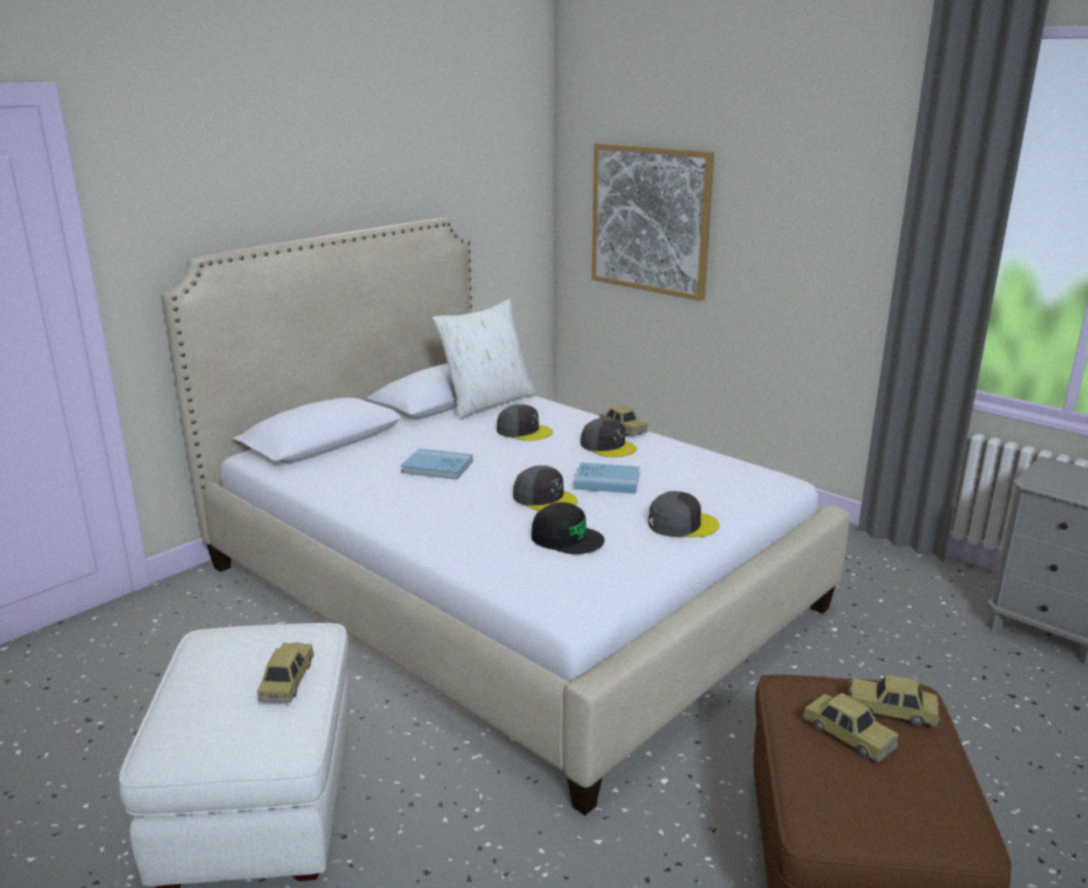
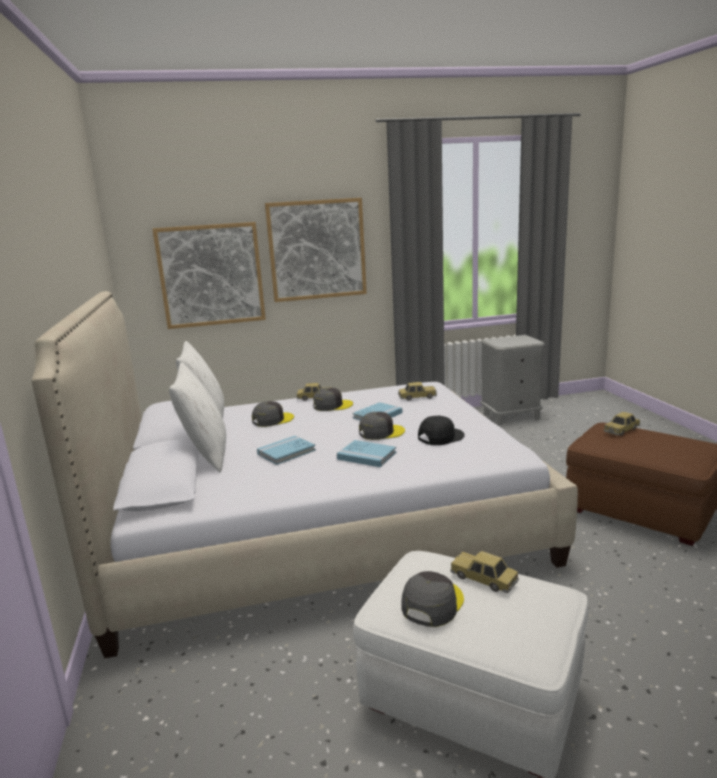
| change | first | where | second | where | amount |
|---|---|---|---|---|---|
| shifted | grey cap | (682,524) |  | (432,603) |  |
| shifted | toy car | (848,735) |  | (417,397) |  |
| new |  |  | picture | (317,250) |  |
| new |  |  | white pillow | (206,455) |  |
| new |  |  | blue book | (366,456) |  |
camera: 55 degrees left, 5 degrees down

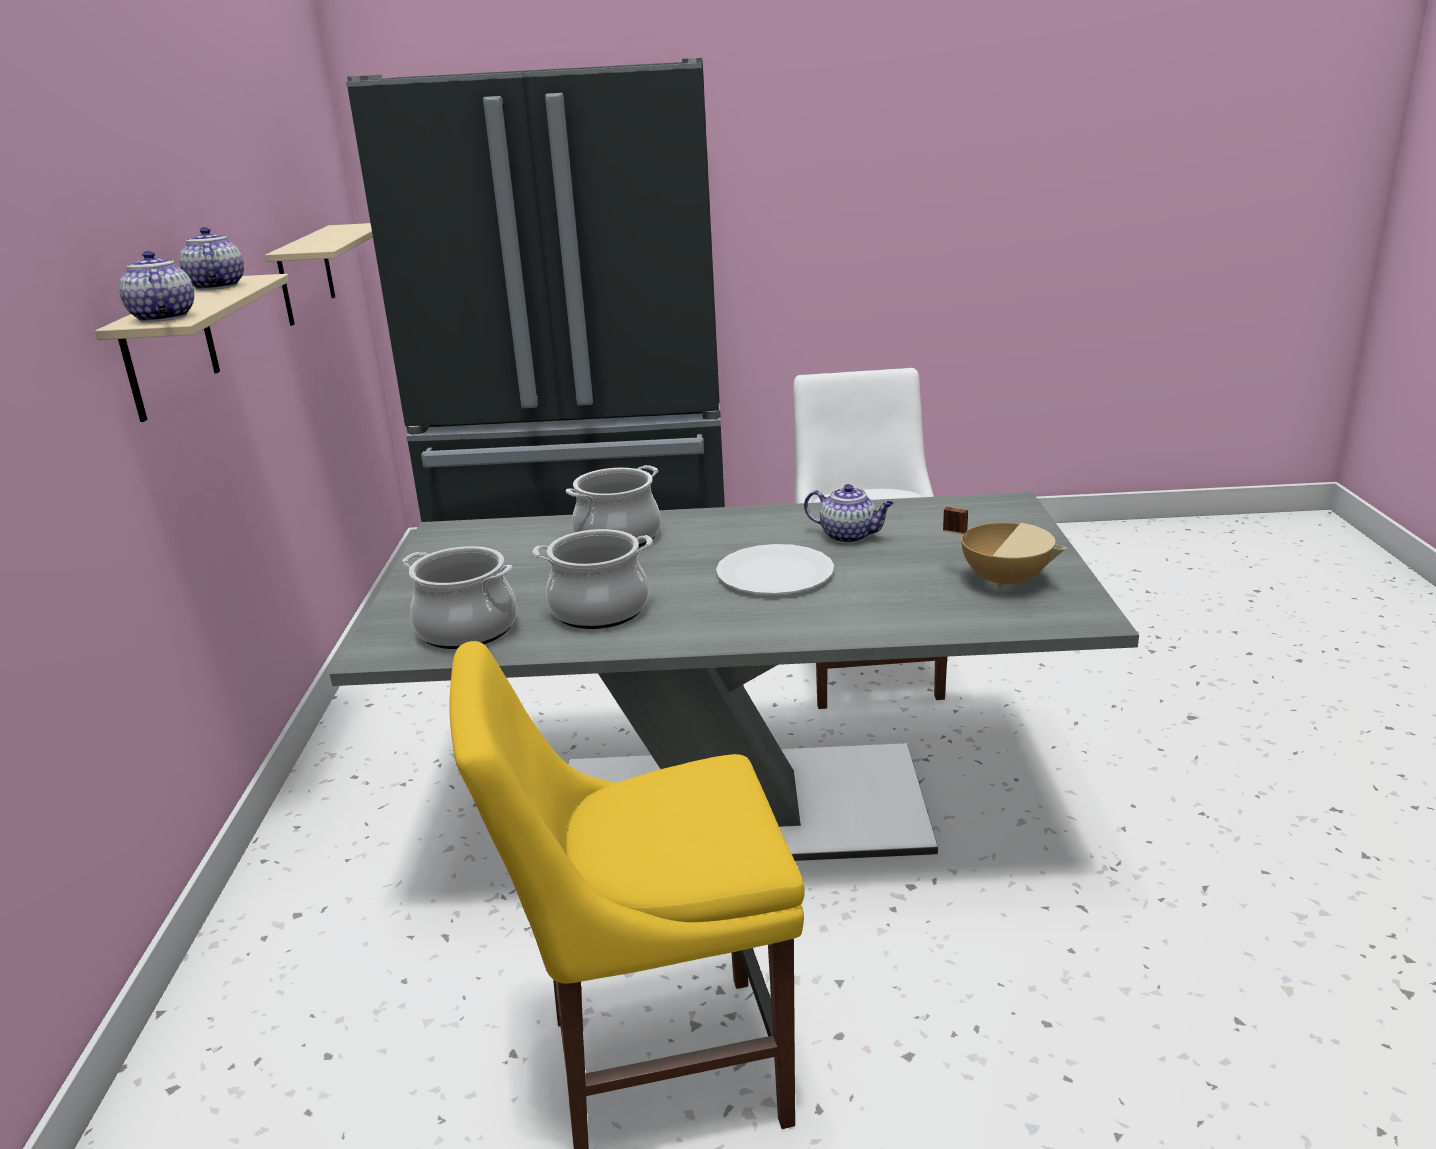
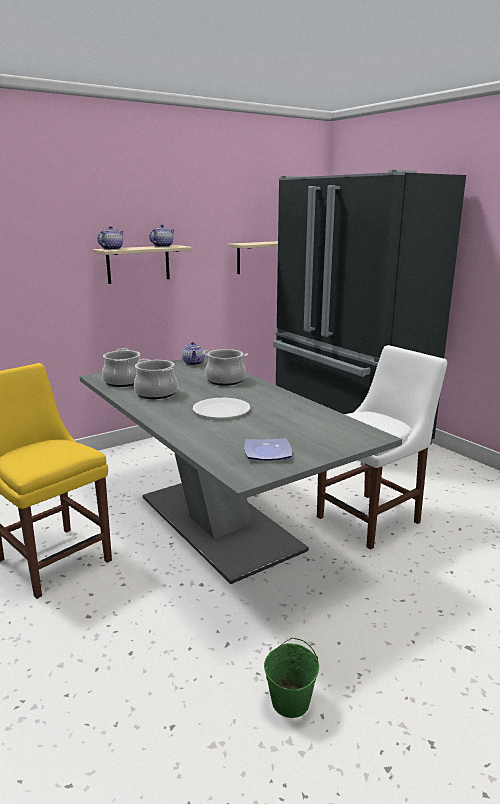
| change | first | where | second | where | amount |
|---|---|---|---|---|---|
| shifted | teapot | (849,536) |  | (194,363) |  |
| swapped | beige cooking pot | (1004,580) | plate | (268,452) |  |
| new |  |  | green bucket | (290,701) |  |
camera: 55 degrees right, 5 degrees down

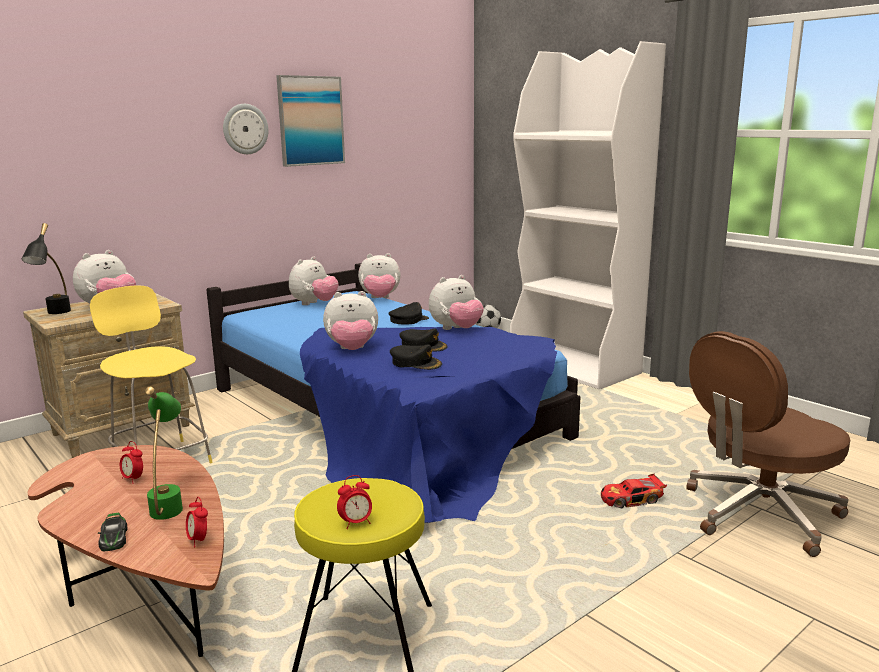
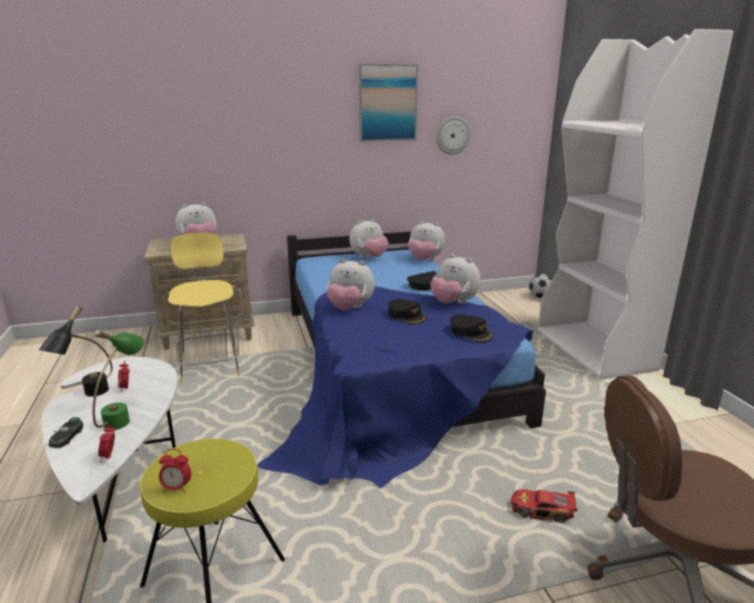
| change | first | where | second | where | amount |
|---|---|---|---|---|---|
| shifted | wall clock | (245,129) |  | (452,135) |  |
| shifted | black table lamp | (55,314) |  | (88,396) |  |
| rotated | plush toy | (456,329) |  | (453,303) | 45 degrees clockwise |
| shifted | black cap | (416,363) |  | (471,332) |  |
| repainted | brown coffee table | (148,584) | white coffee table | (123,467) |  |
camera: 25 degrees right, 5 degrees up

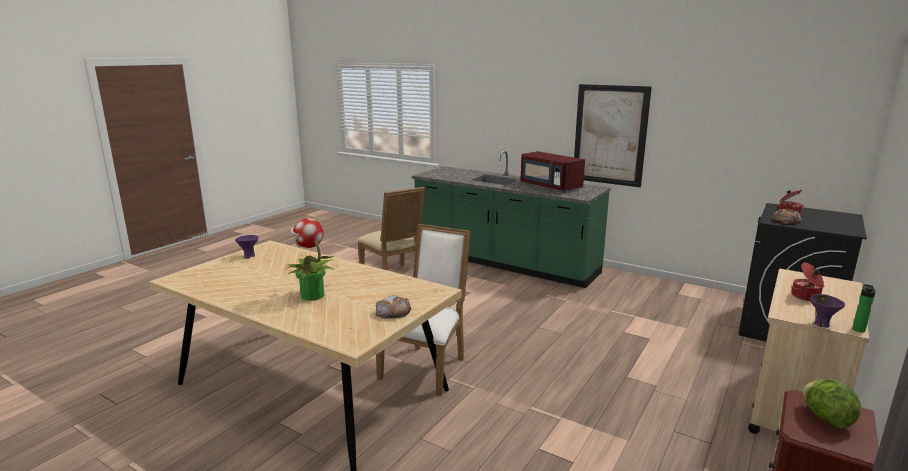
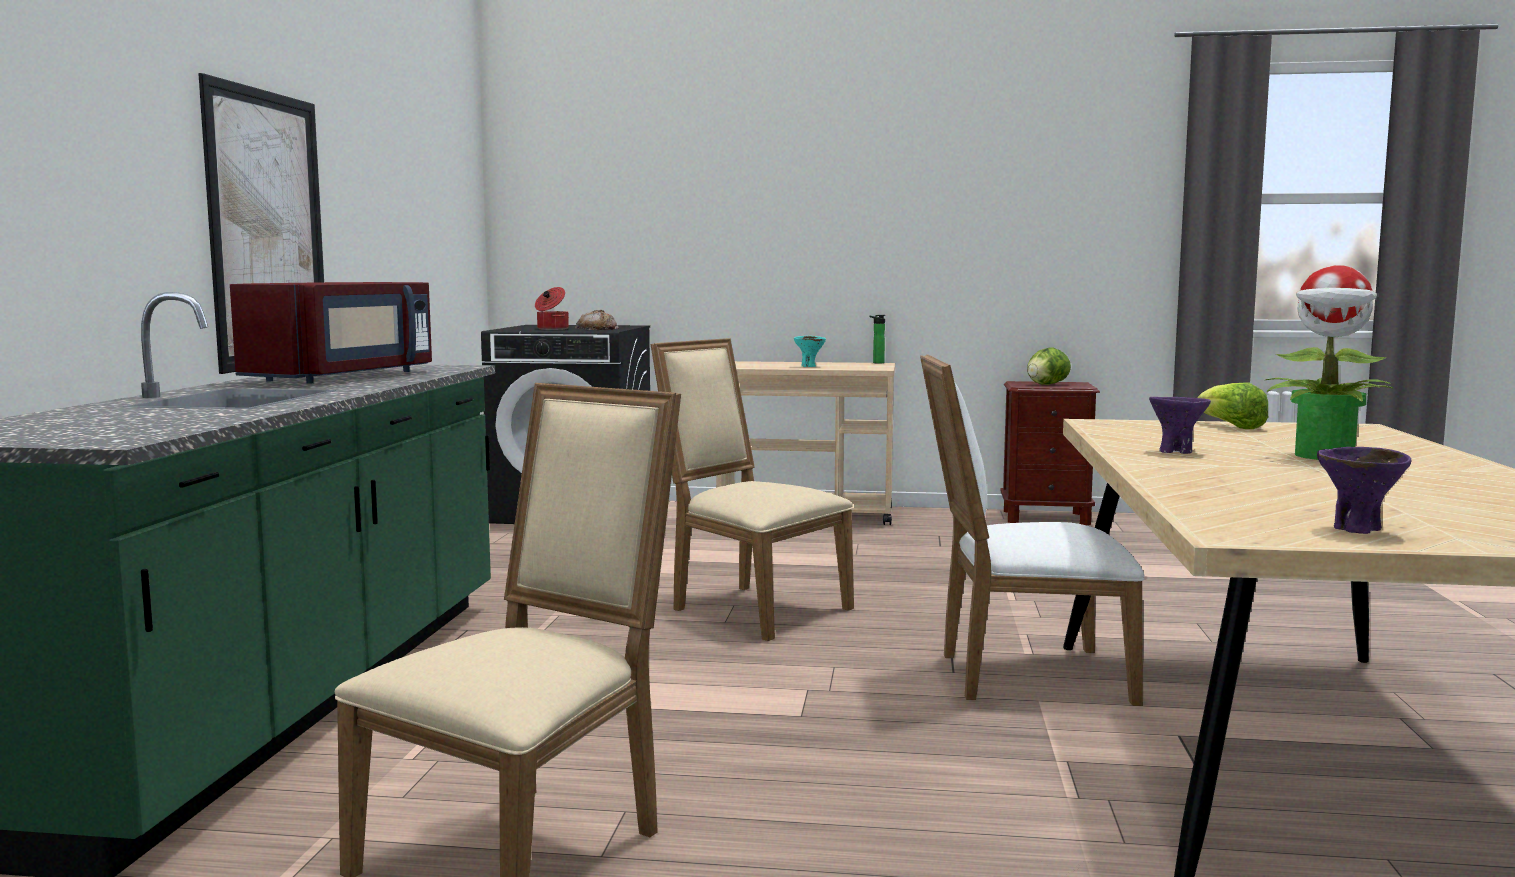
| change | first | where | second | where | amount |
|---|---|---|---|---|---|
| swapped | cooking pot | (806,297) | turquoise bowl | (809,366) |  |
| shifted | purple bowl | (821,324) |  | (1175,451) |  |
| swapped | bread | (393,312) | lettuce | (1231,427) |  |
| new |  |  | beige chair | (751,608) |  |
camera: 115 degrees left, 10 degrees down

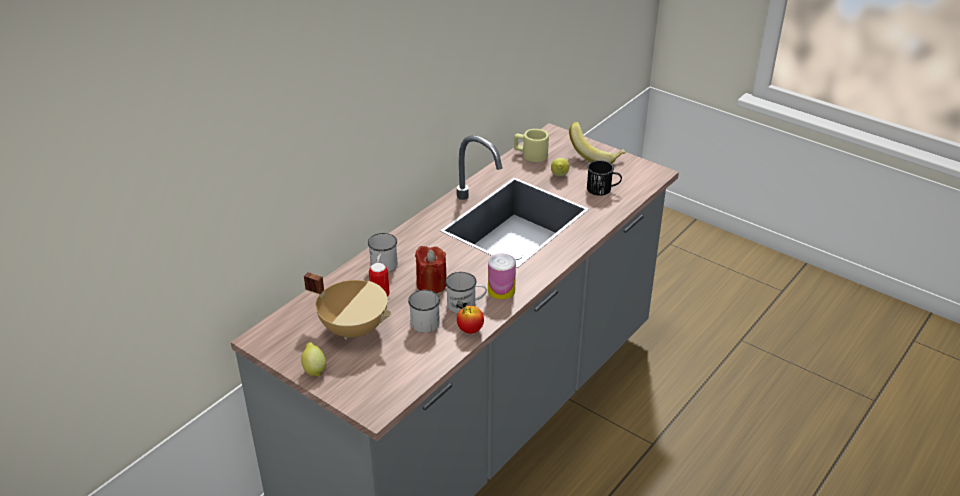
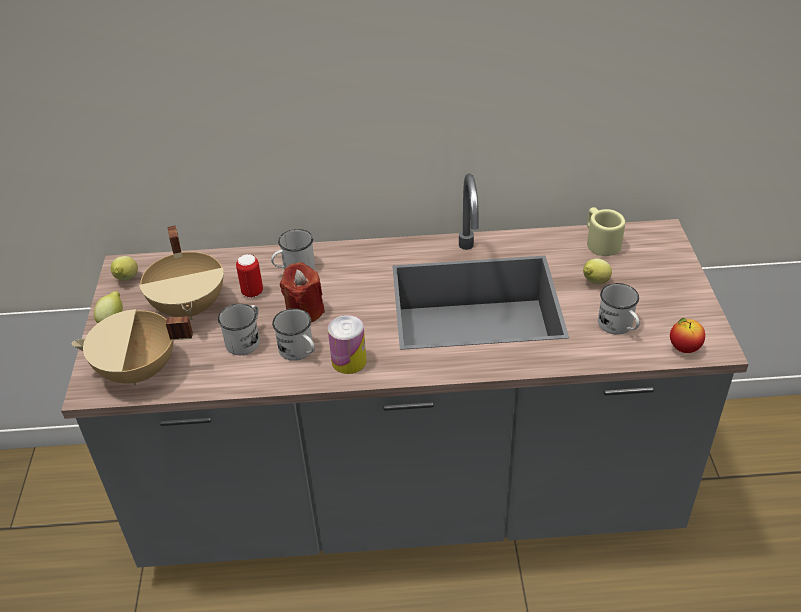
| change | first | where | second | where | amount |
|---|---|---|---|---|---|
| gone | banana | (596,155) |  |  |  |
| repainted | black mug | (603,189) | white mug | (618,327) |  |
| shifted | apple | (470,330) |  | (684,348) |  |
| new |  |  | lemon | (126,280) |  |
| new |  |  | beige cooking pot | (139,372) |  |
camera: 50 degrees right, 5 degrees up

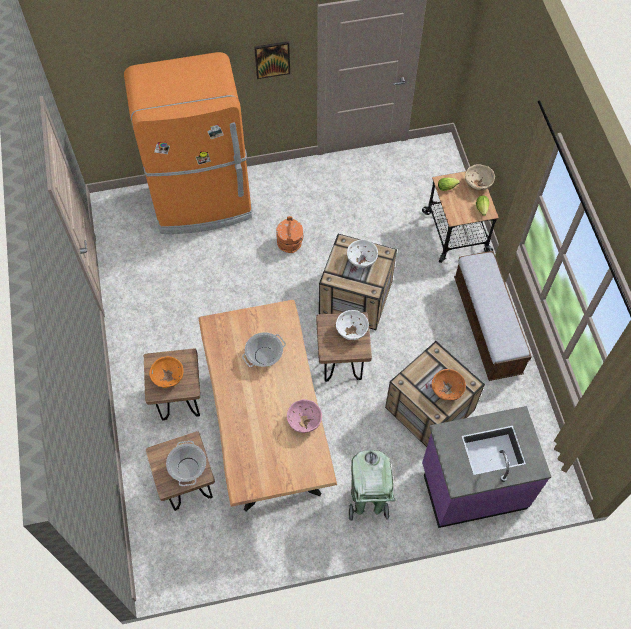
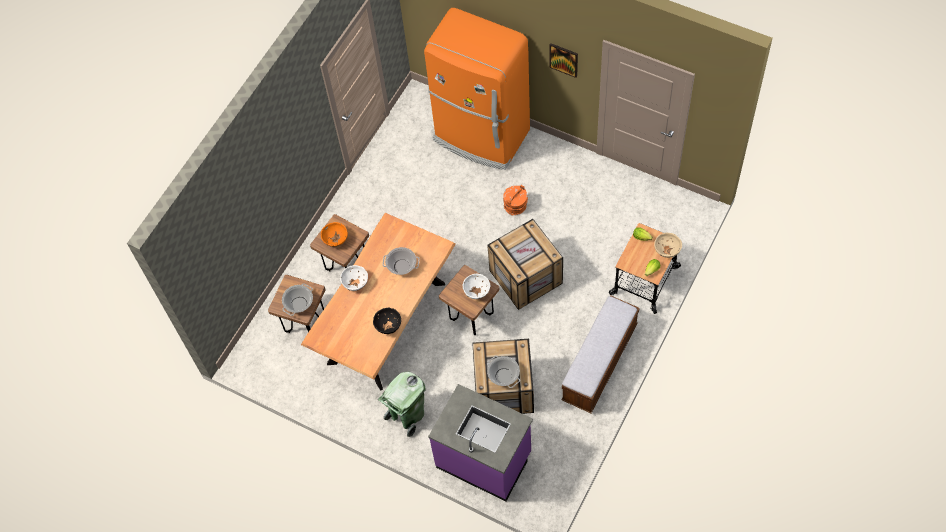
| change | first | where | second | where | amount |
|---|---|---|---|---|---|
| shifted | white bowl | (361,260) |  | (355,283) |  |
| swapped | orange bowl | (446,390) | cooking pot | (503,376) |  |
| repainted | pink bowl | (304,421) | black bowl | (388,326) |  |
camera: 45 degrees right, 0 degrees up

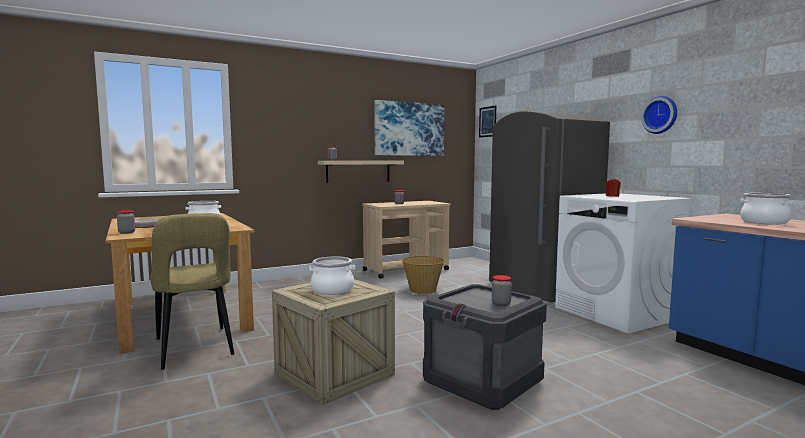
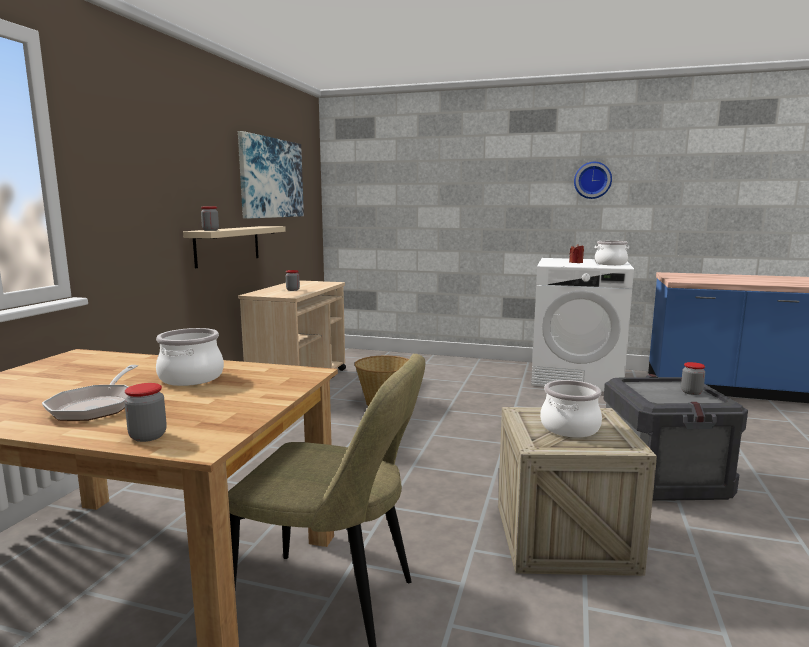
| change | first | where | second | where | amount |
|---|---|---|---|---|---|
| gone | picture | (487,121) |  |  |  |
| gone | grey fridge | (541,288) |  |  |  |
| shifted | cooking pot | (764,222) |  | (610,264) |  |
camera: 45 degrees left, 5 degrees up

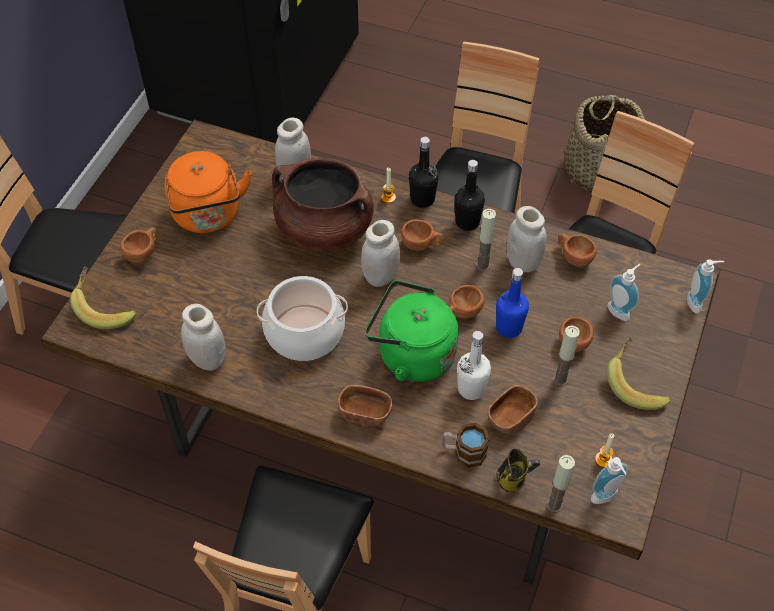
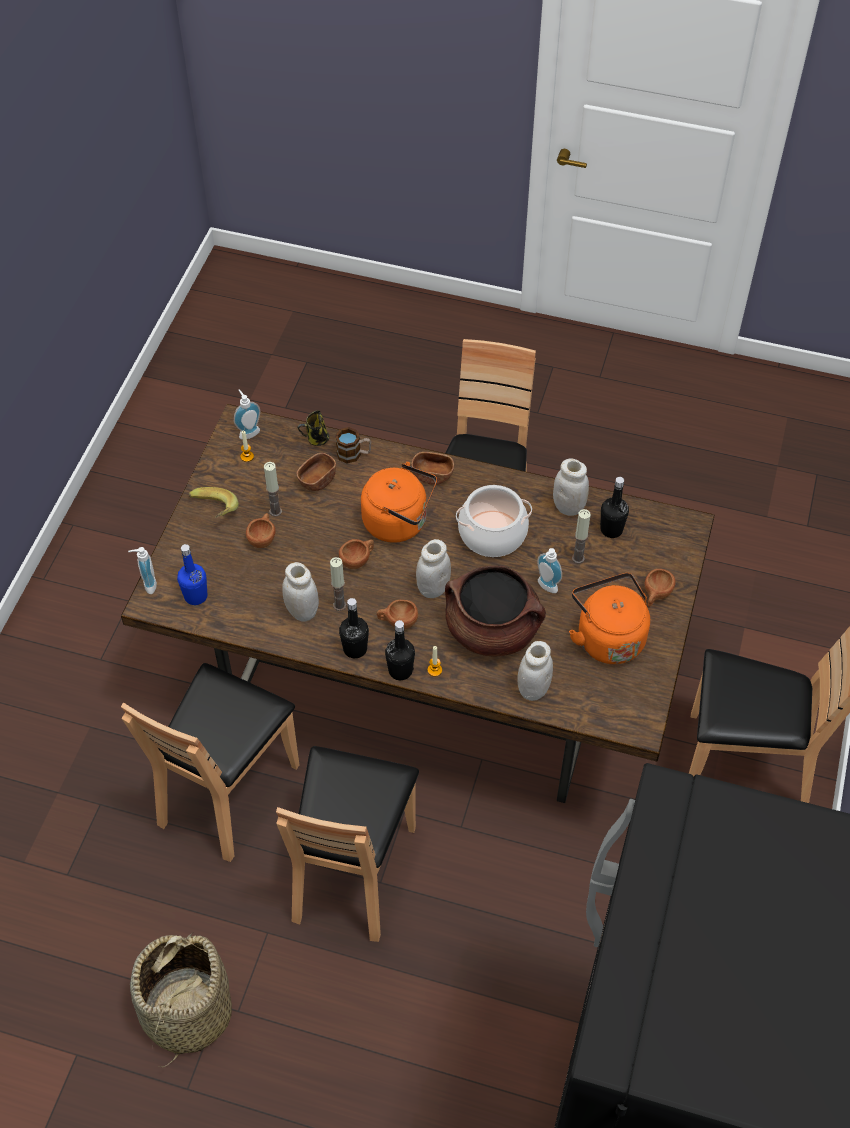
| change | first | where | second | where | amount |
|---|---|---|---|---|---|
| gone | brown cup | (573,257) |  |  |  |
| shifted | soap dispenser | (620,310) |  | (545,587) |  |
| gone | banana | (105,307) |  |  |  |
| shifted | blue bottle | (509,327) |  | (196,596) |  |
| repainted | green kettle | (411,354) | orange kettle | (399,522) |  |
| gone | white bottle | (471,389) |  |  |  |
| shifted | candle | (554,505) |  | (578,558) |  |
| new |  |  | black bottle | (611,529) |  |
camera: 175 degrees right, 0 degrees up

